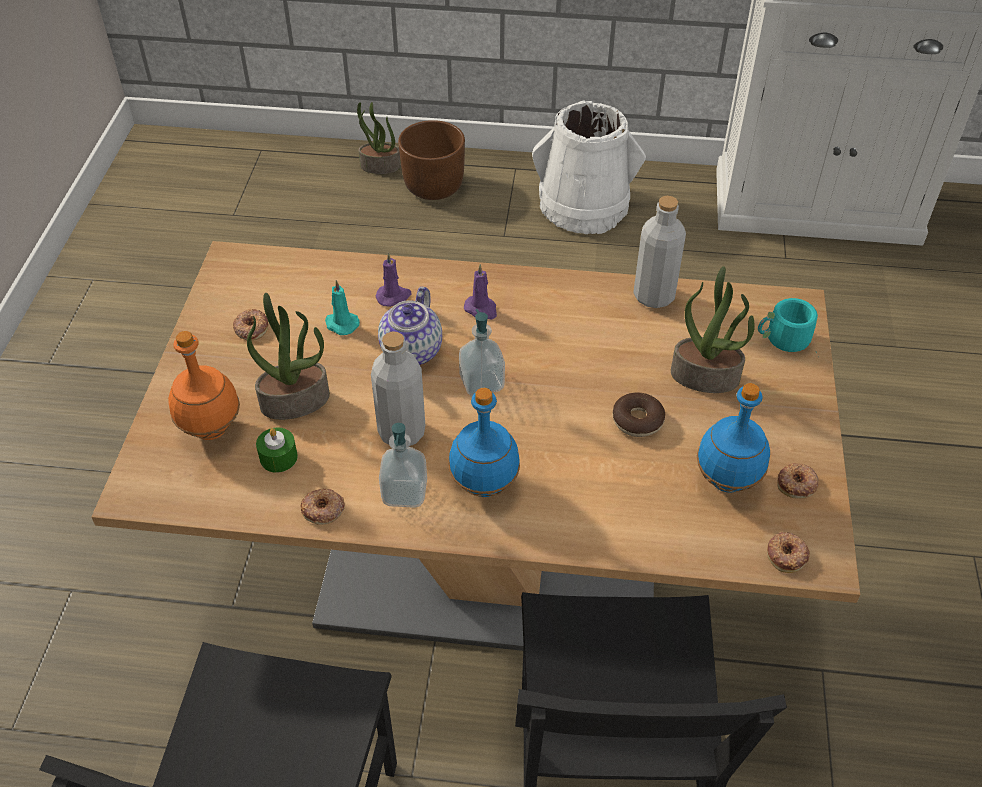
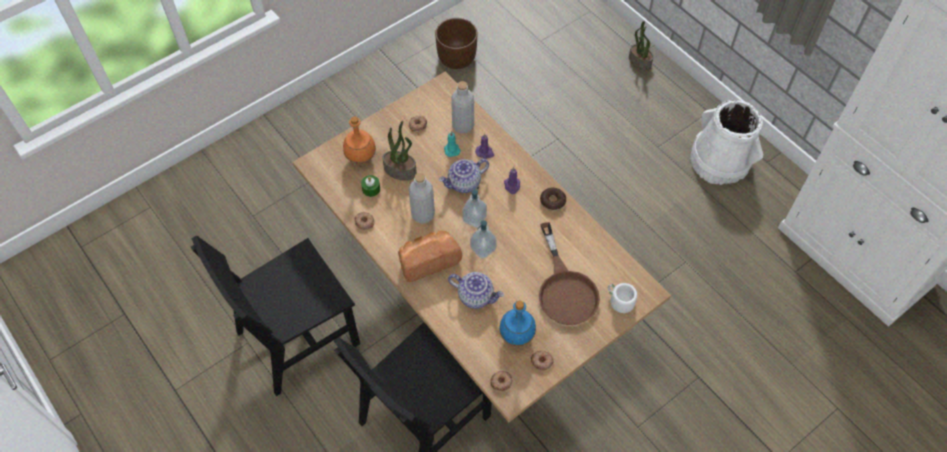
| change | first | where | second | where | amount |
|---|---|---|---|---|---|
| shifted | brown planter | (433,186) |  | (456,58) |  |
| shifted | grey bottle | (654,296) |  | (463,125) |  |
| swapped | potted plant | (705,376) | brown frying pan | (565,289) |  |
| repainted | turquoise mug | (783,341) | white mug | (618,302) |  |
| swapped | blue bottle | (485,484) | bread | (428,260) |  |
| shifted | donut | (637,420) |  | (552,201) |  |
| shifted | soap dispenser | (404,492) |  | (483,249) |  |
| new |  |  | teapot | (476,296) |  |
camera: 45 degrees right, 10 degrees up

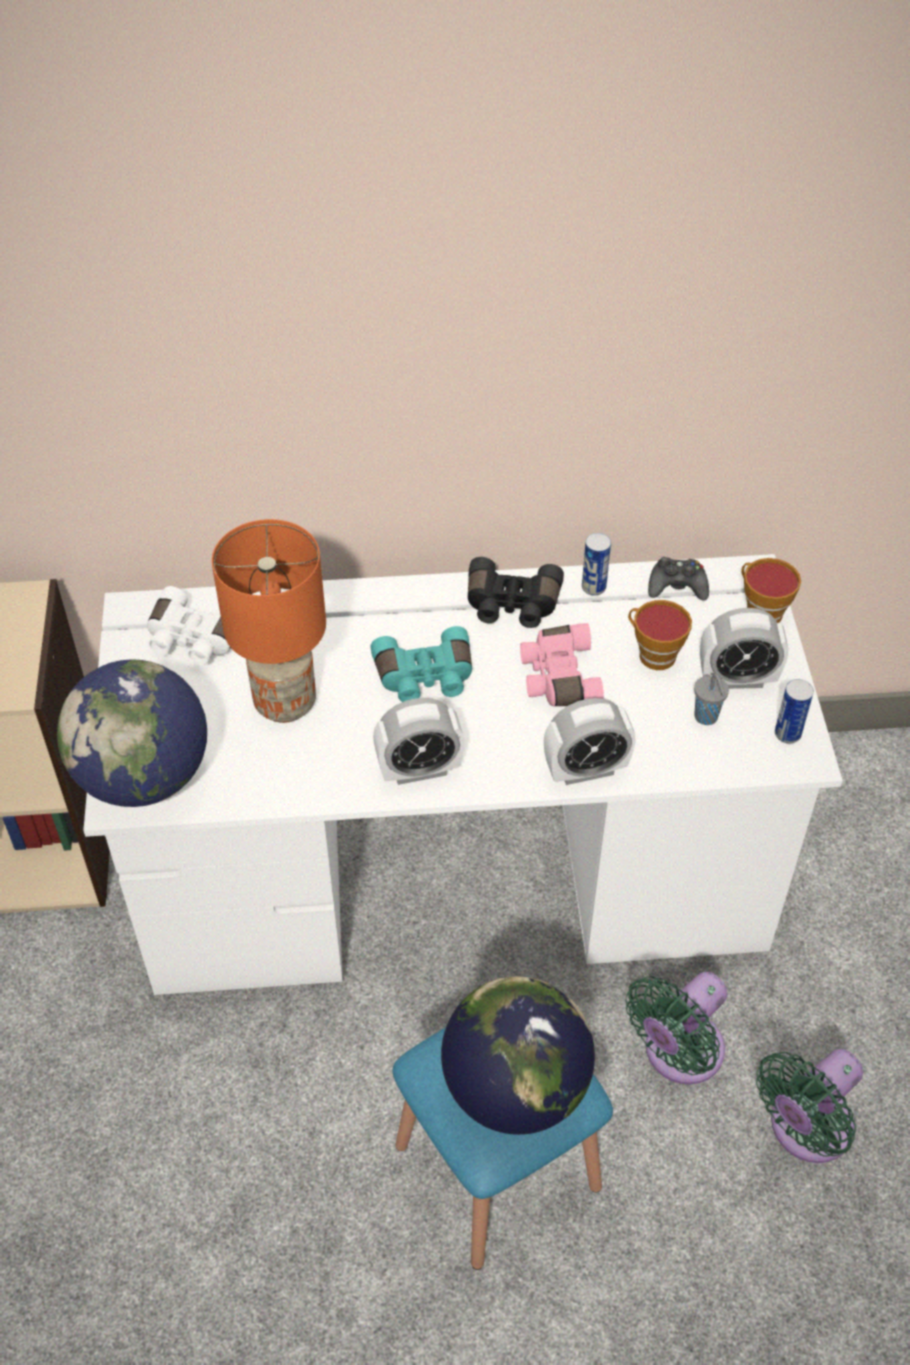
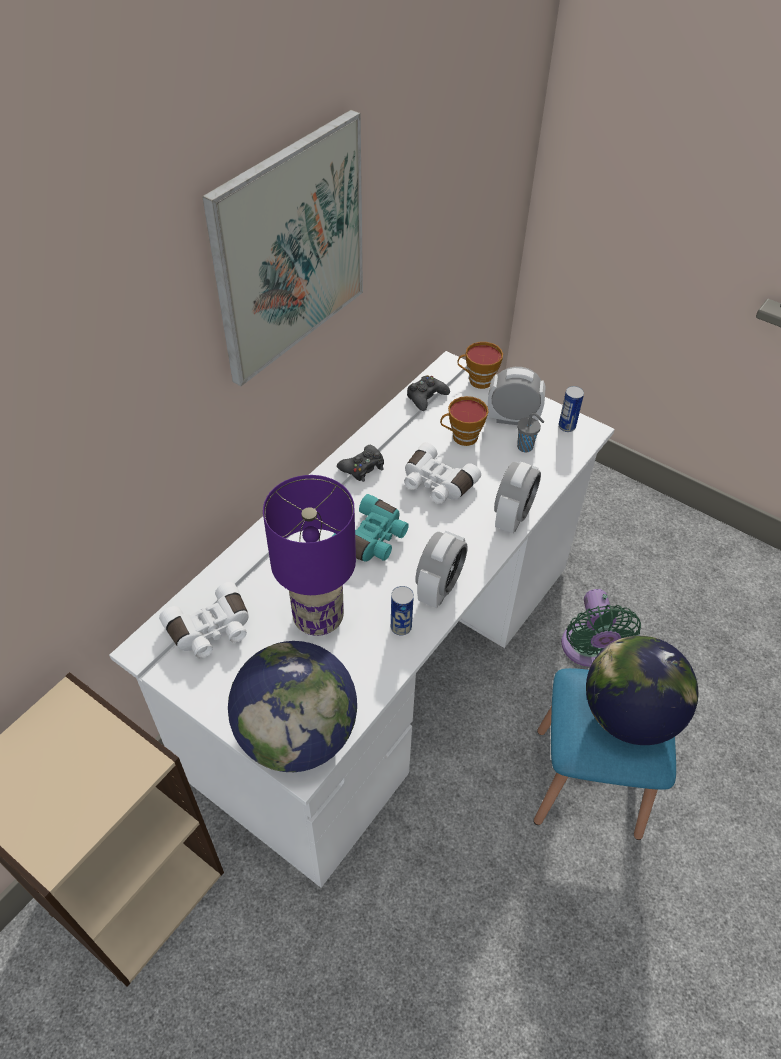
| change | first | where | second | where | amount |
|---|---|---|---|---|---|
| repainted | orange table lamp | (284,702) | purple table lamp | (317,618) |  |
| shifted | can | (593,587) |  | (401,627) |  |
| swapped | black binoculars | (511,605) | black game controller | (363,467) |  |
| rotated | alarm clock | (737,679) |  | (512,419) | 120 degrees counterclockwise |
| repainted | pink binoculars | (558,677) | white binoculars | (436,484) |  |
| gone | green fan | (805,1129) |  |  |  |
| new |  |  | picture | (290,249) |  |
camera: 50 degrees left, 0 degrees up

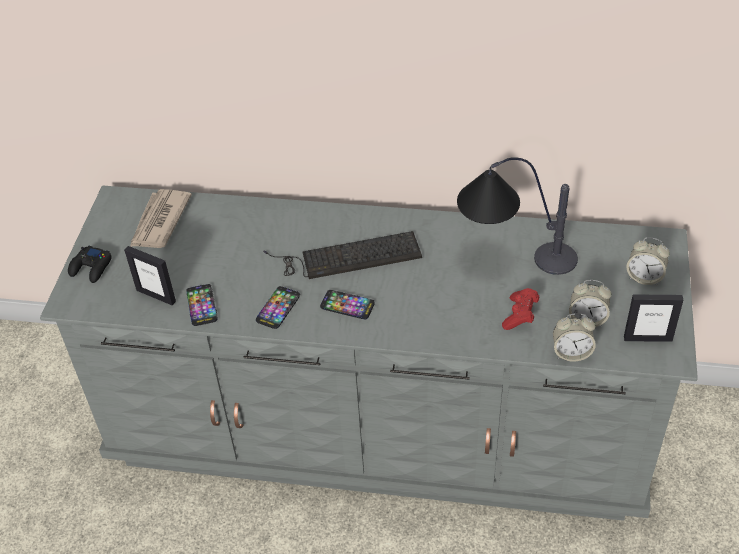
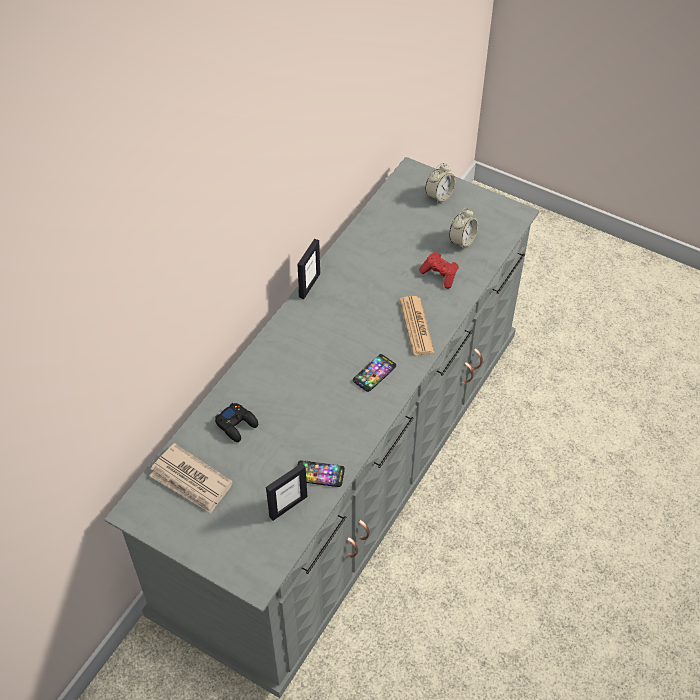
| change | first | where | second | where | amount |
|---|---|---|---|---|---|
| gone | table lamp | (511,257) |  |  |  |
| gone | keyboard | (346,257) |  |  |  |
| shifted | black game controller | (91,268) |  | (237,425) |  |
| gone | phone | (278,308) |  |  |  |
| shifted | picture frame | (647,338) |  | (309,285) |  |
| gone | alarm clock | (571,352) |  |  |  |
| new |  |  | newspaper | (416,326) |  |
camera: 70 degrees left, 5 degrees up

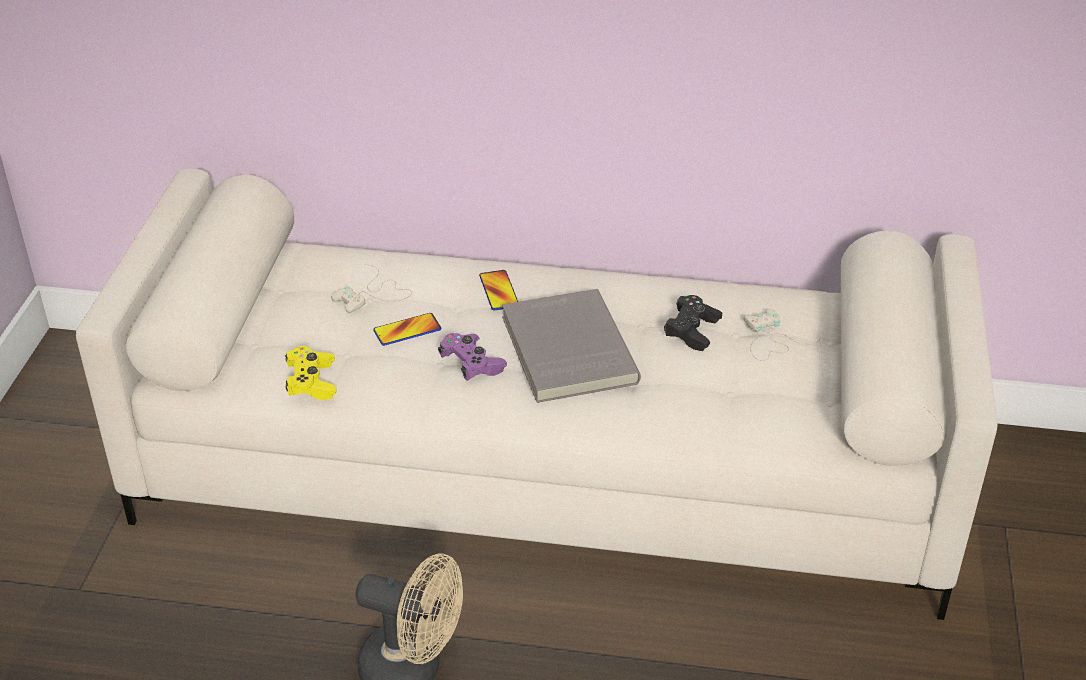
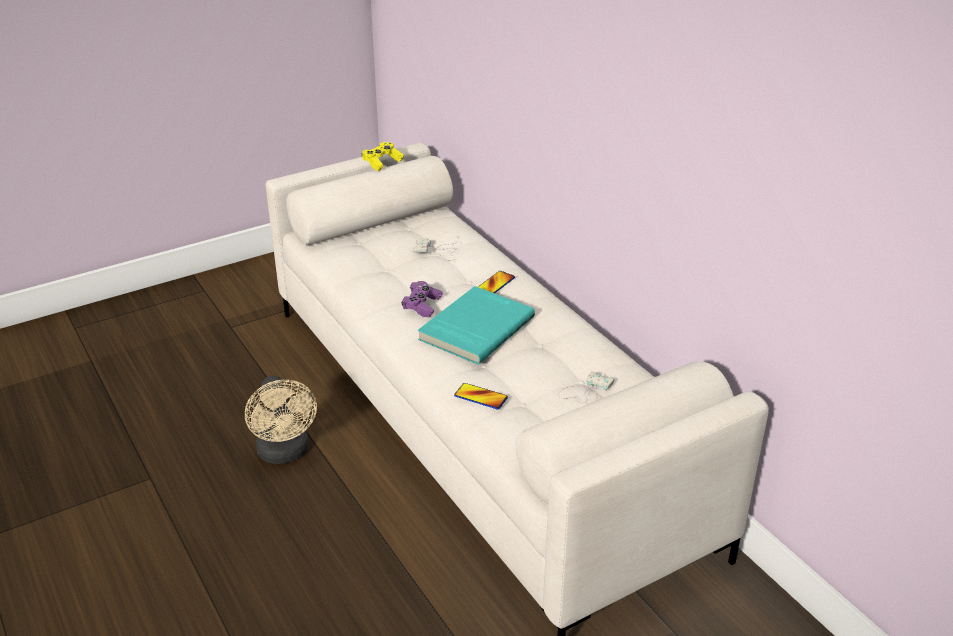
| change | first | where | second | where | amount |
|---|---|---|---|---|---|
| repainted | grey book | (565,350) | turquoise book | (475,328) |  |
| gone | black game controller | (692,331) |  |  |  |
| shifted | phone | (407,330) |  | (480,397) |  |
| shifted | yellow game controller | (311,382) |  | (382,162) |  |
camera: 50 degrees right, 5 degrees down

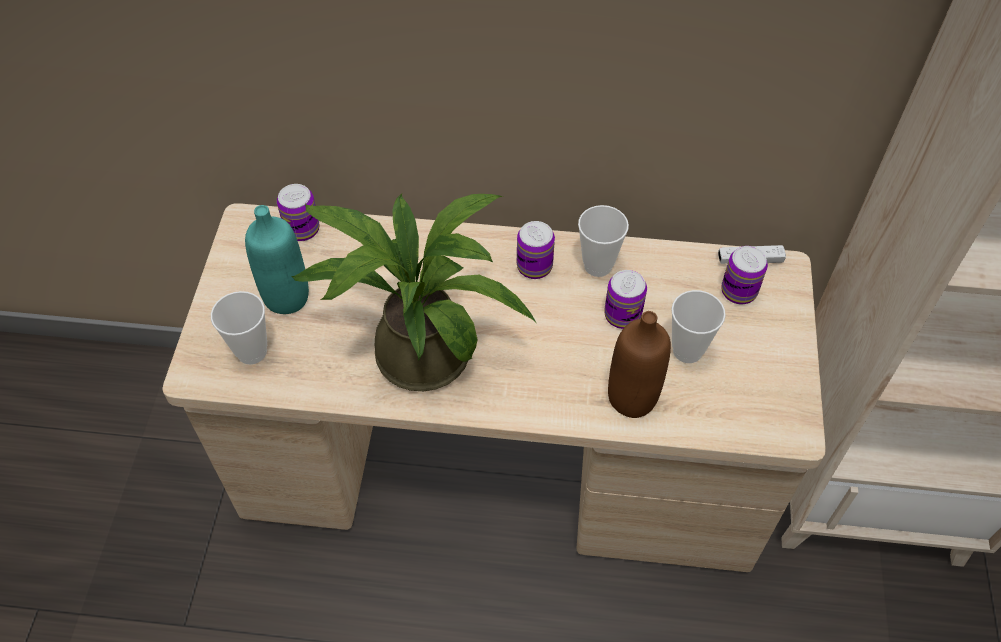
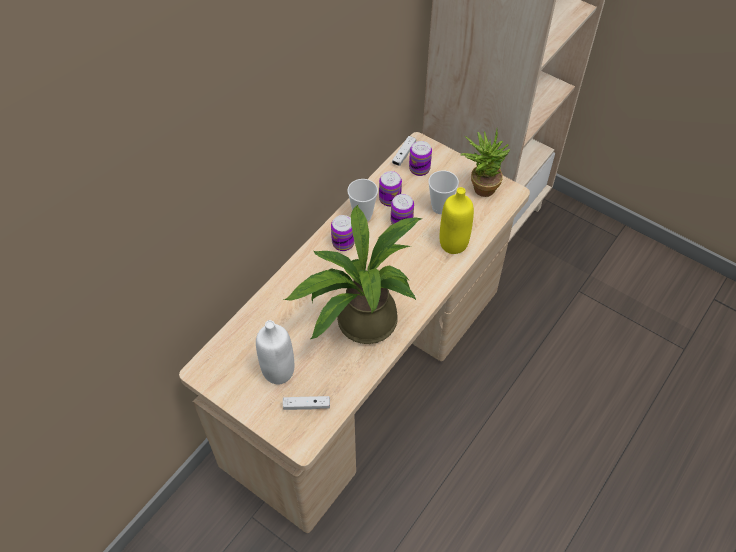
| change | first | where | second | where | amount |
|---|---|---|---|---|---|
| shifted | can | (302,229) |  | (389,199) |  |
| repainted | turquoise bottle | (286,297) | white bottle | (278,371) |  |
| swapped | cup | (252,352) | white game controller | (306,405) |  |
| repainted | brown bottle | (632,398) | yellow bottle | (453,243) |  |
| new |  |  | potted plant | (480,186) |  |
camera: 60 degrees left, 0 degrees up

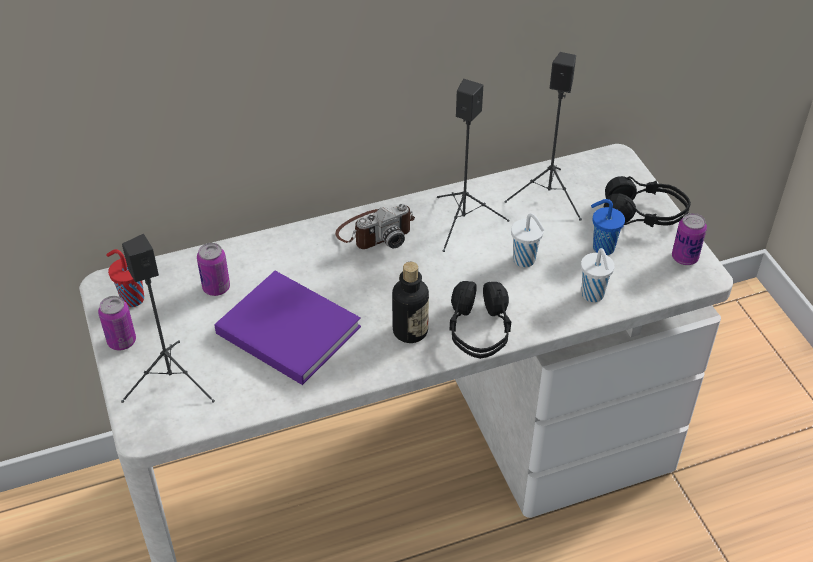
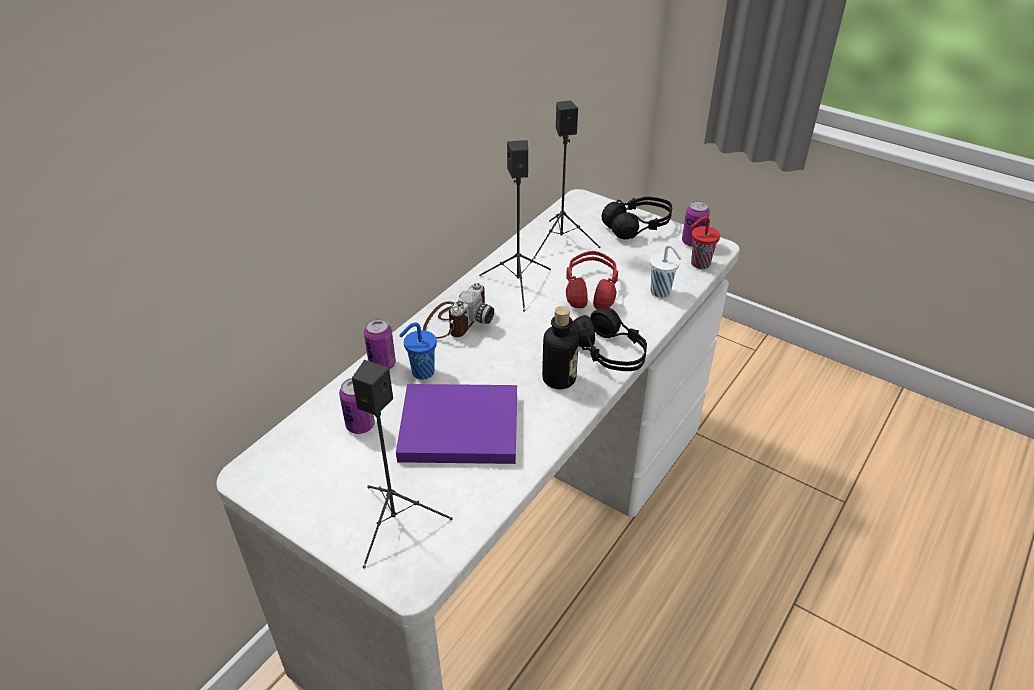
| change | first | where | second | where | amount |
|---|---|---|---|---|---|
| shifted | blue cup | (602,248) |  | (421,372) |  |
| swapped | white cup | (525,260) | red headphones | (590,290) |  |
| shifted | red cup | (131,299) |  | (699,264) |  |
| shifted | can | (122,341) |  | (382,364) |  |
camera: 35 degrees left, 5 degrees down

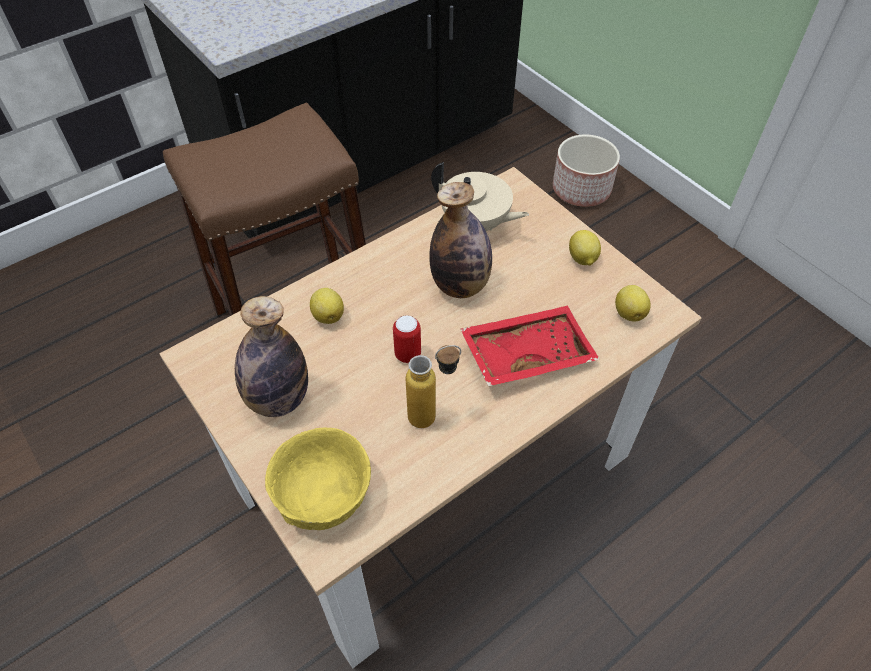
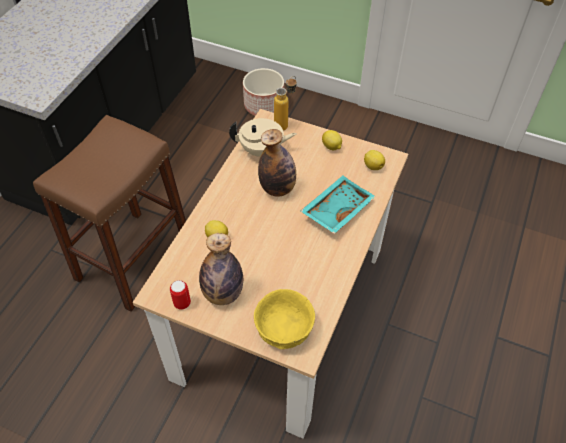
| change | first | where | second | where | amount |
|---|---|---|---|---|---|
| repainted | red tray | (526,353) | turquoise tray | (336,209) |  |
| shifted | can | (408,354) |  | (182,303) |  |
| shifted | bottle | (433,415) |  | (285,124) |  |
camera: 30 degrees left, 0 degrees up

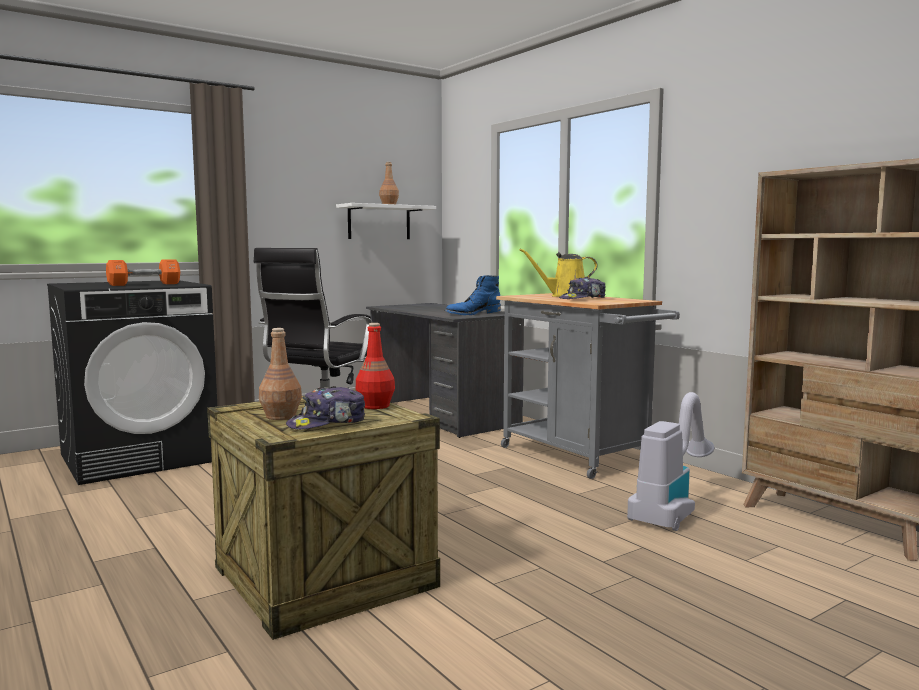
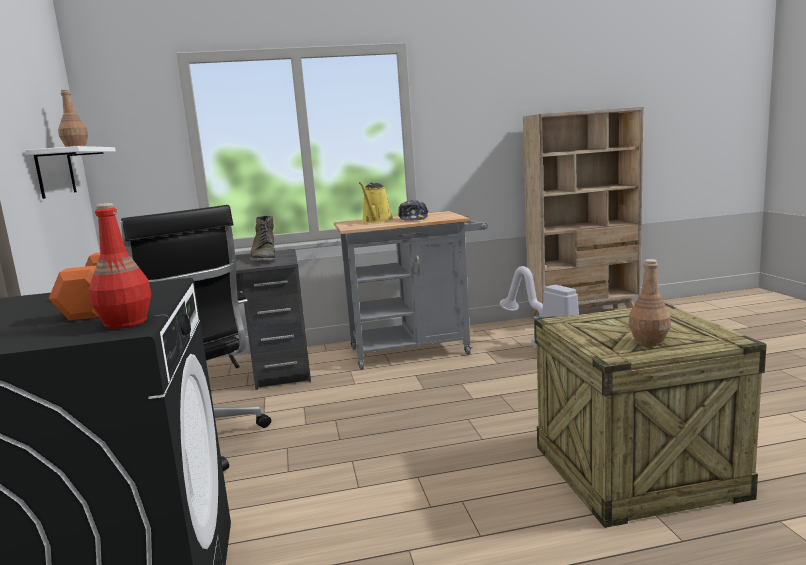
| change | first | where | second | where | amount |
|---|---|---|---|---|---|
| repainted | blue boot | (472,313) | green boot | (264,258) |  |
| shifted | red bottle | (375,406) |  | (125,323) |  |
| gone | cap | (327,423) |  |  |  |
camera: 65 degrees left, 5 degrees up

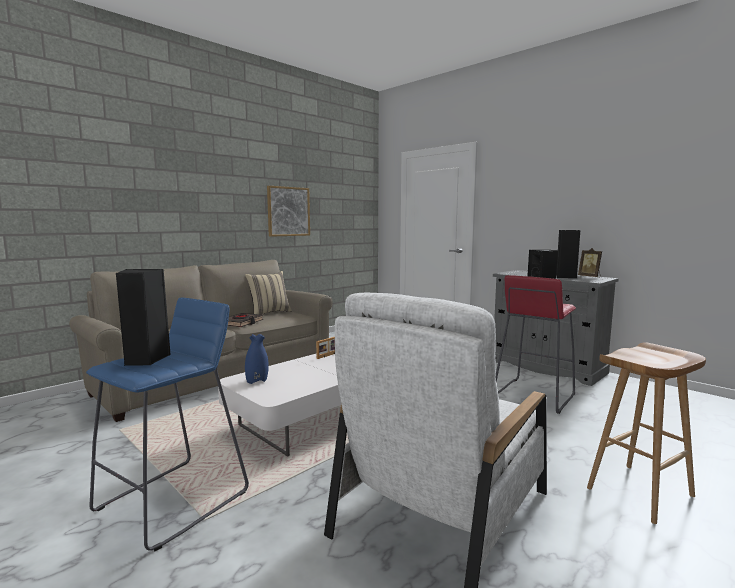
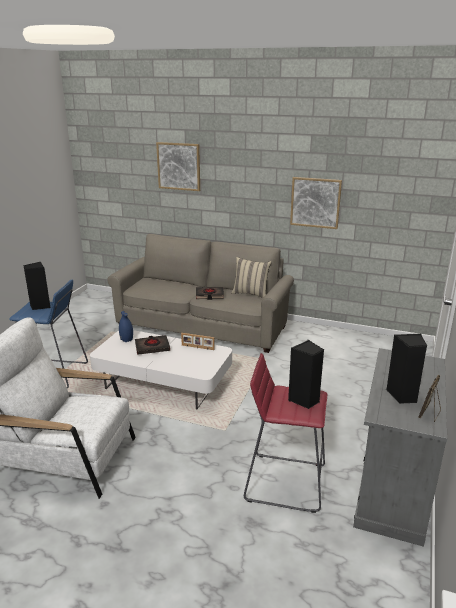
| change | first | where | second | where | amount |
|---|---|---|---|---|---|
| gone | brown stool | (640,493) |  |  |  |
| new |  |  | picture | (179,166) |  |
| new |  |  | black book | (152,347) |  |
camera: 65 degrees right, 15 degrees up

